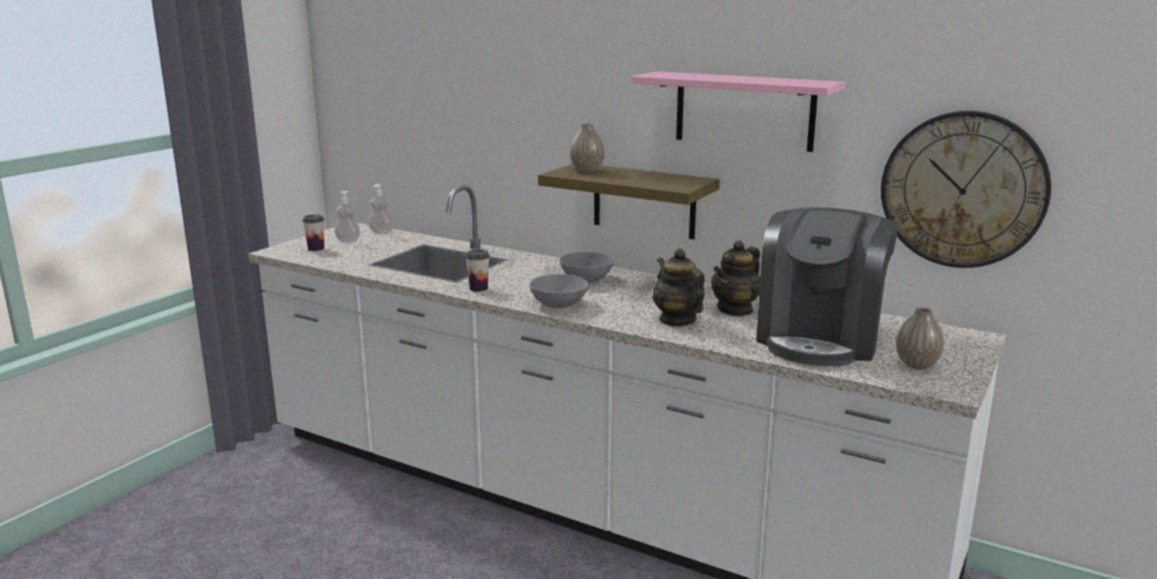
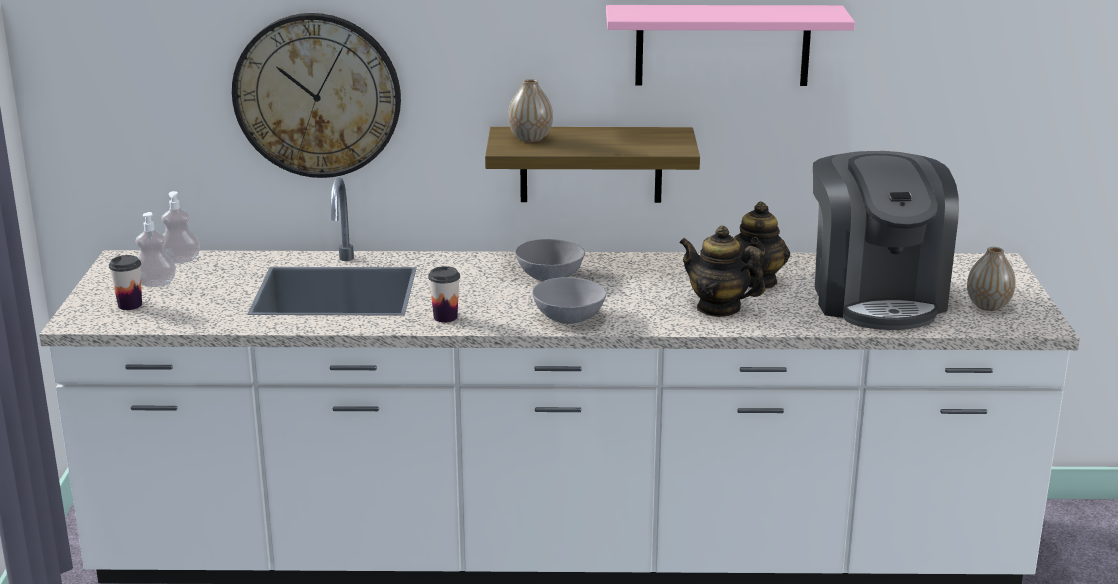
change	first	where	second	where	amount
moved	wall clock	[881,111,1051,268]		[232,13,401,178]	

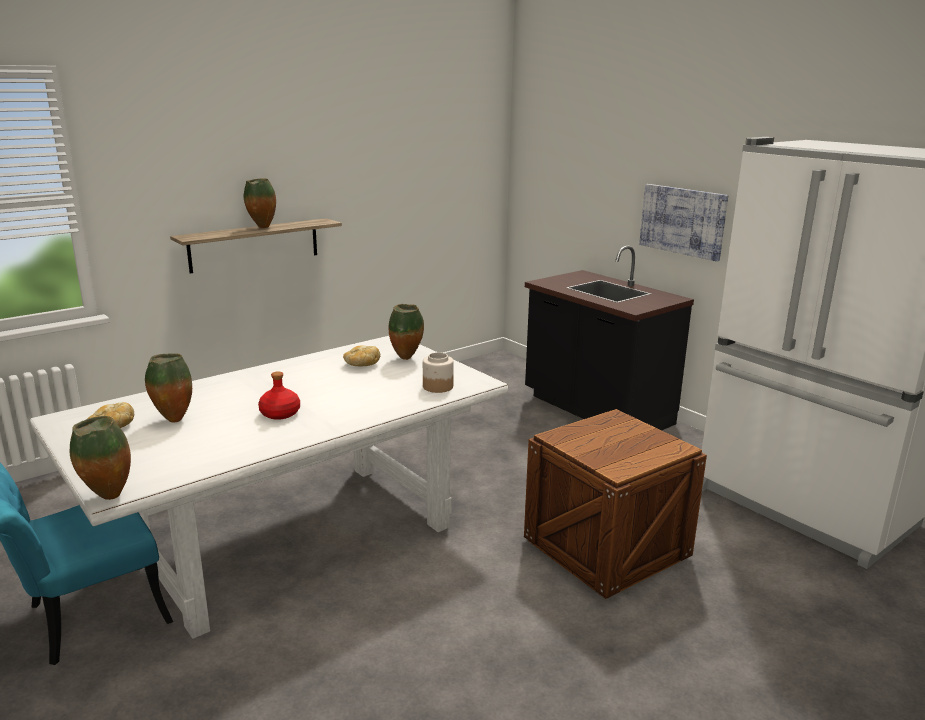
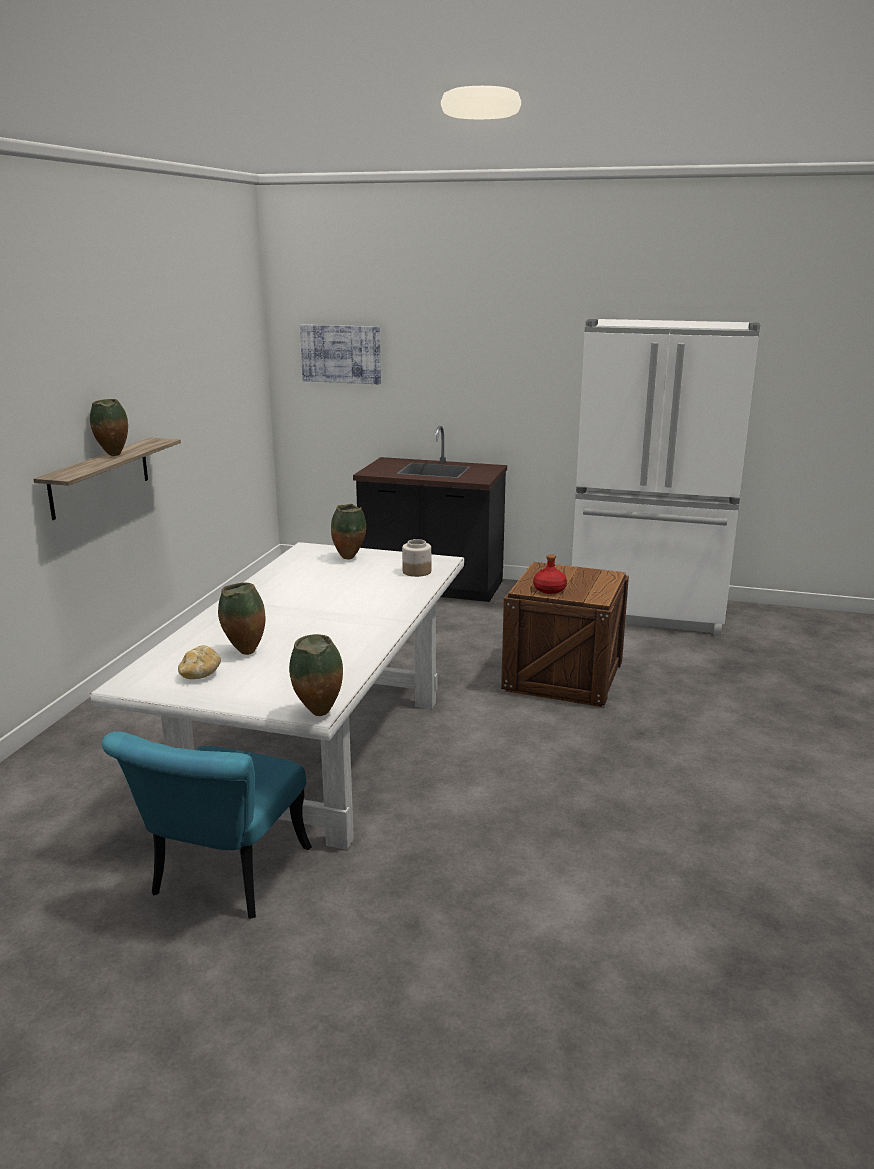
change	first	where	second	where	amount
moved	picture	[639,184,728,262]		[300,325,381,384]	
moved	bottle (red)	[258,371,300,420]		[533,554,567,594]	
removed	bread	[343,345,380,367]			

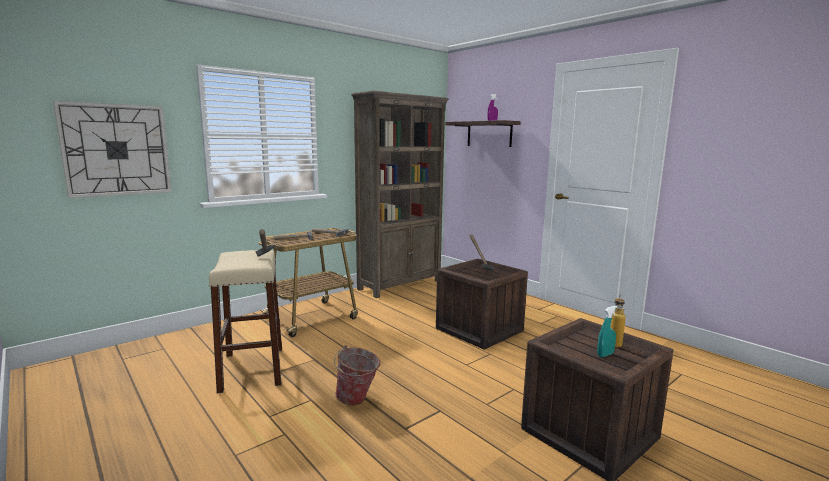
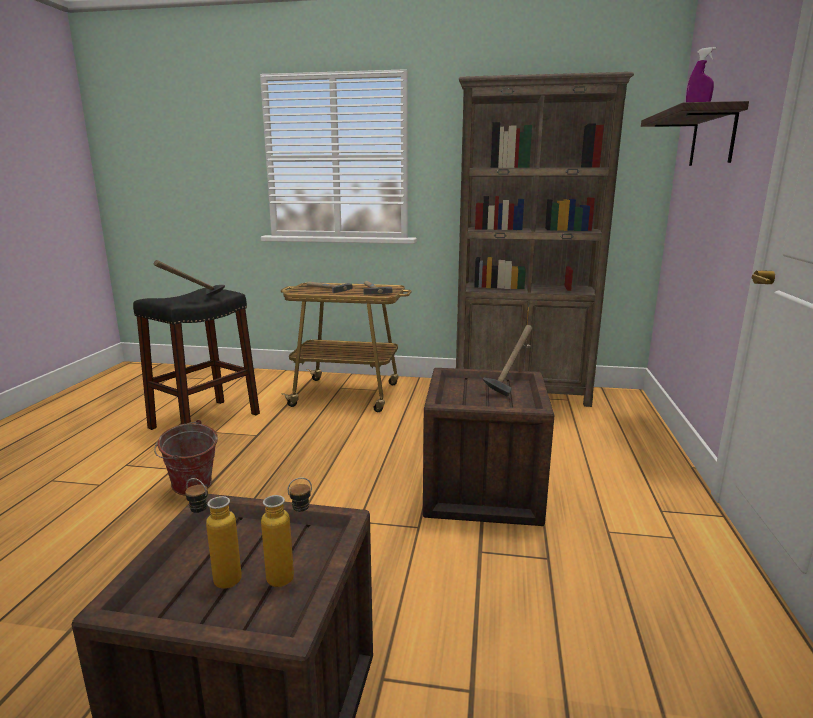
change	first	where	second	where	amount
recoloured	stool (beige)	[209,250,282,394]	stool (black)	[133,288,260,430]	
replaced	spray bottle (turquoise)	[597,306,617,357]	bottle	[185,478,242,589]	
removed	wall clock	[53,101,171,198]			

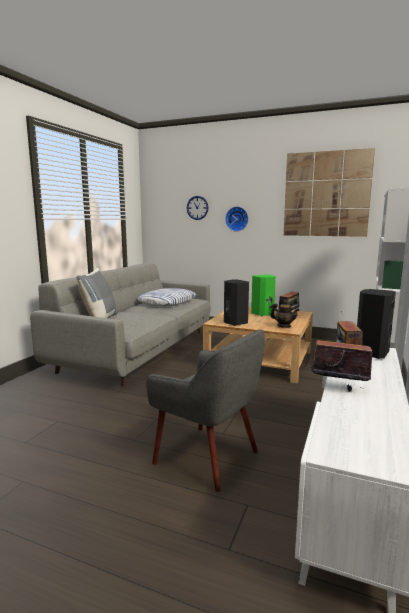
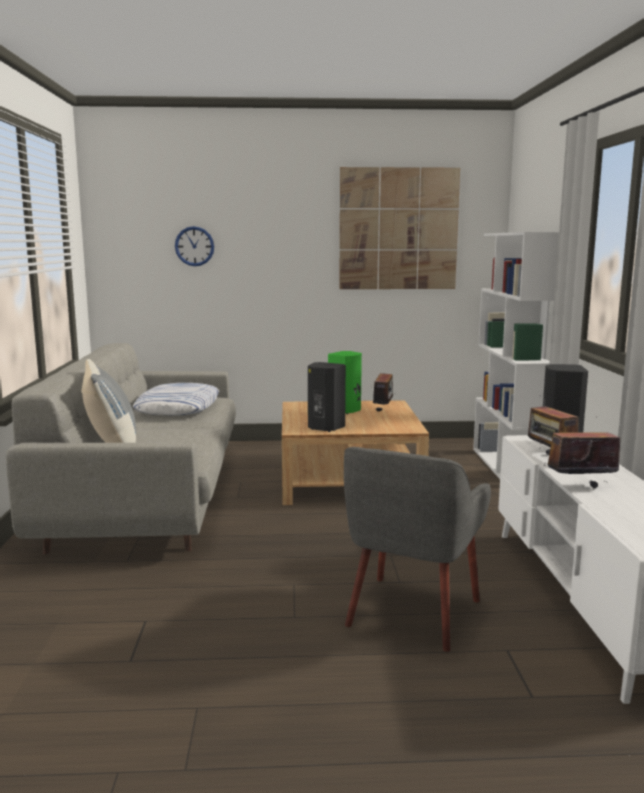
change	first	where	second	where	amount
turned	armchair (grey)	[146,330,265,492]		[344,447,491,652]	105 degrees clockwise
removed	wall clock	[225,206,248,232]			
removed	teapot	[270,300,299,328]			

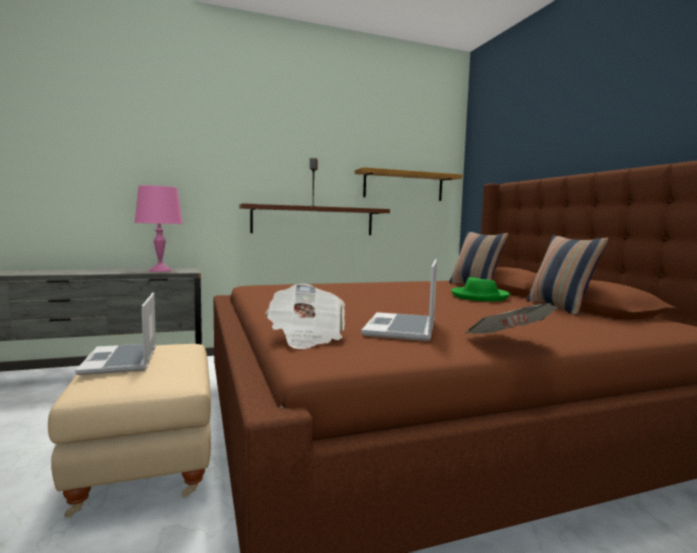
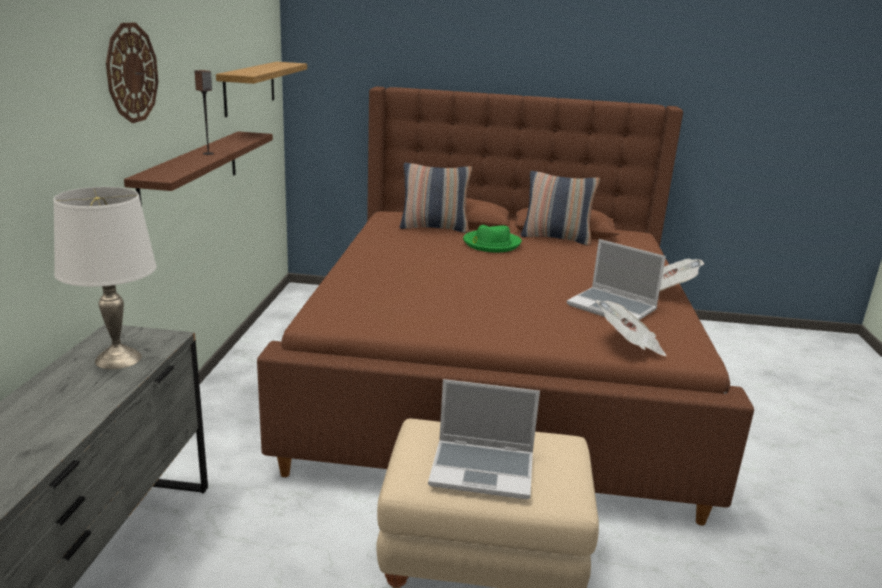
change	first	where	second	where	amount
recoloured	table lamp (pink)	[135,185,183,272]	table lamp (white)	[53,187,157,369]	
added			wall clock	[106,22,158,123]	

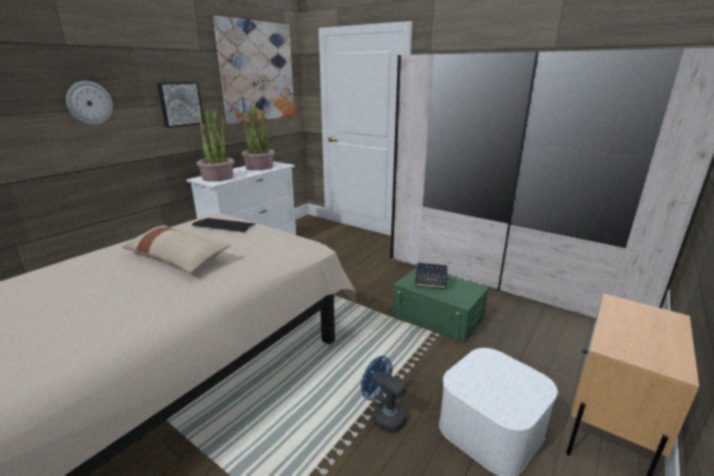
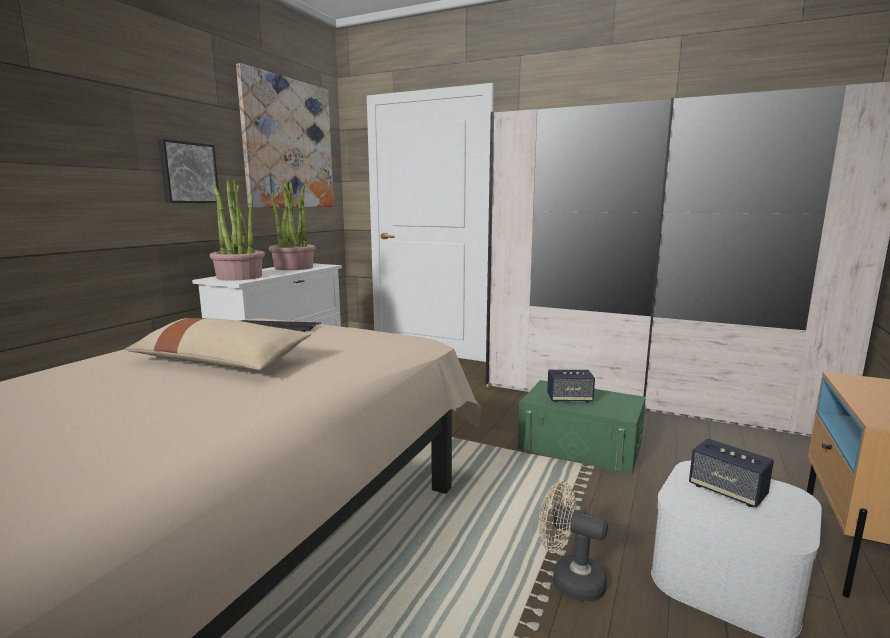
change	first	where	second	where	amount
recoloured	fan (blue)	[361,356,407,432]	fan (beige)	[538,481,608,602]	
added			speaker	[689,438,774,508]	
removed	wall clock	[66,81,113,125]			

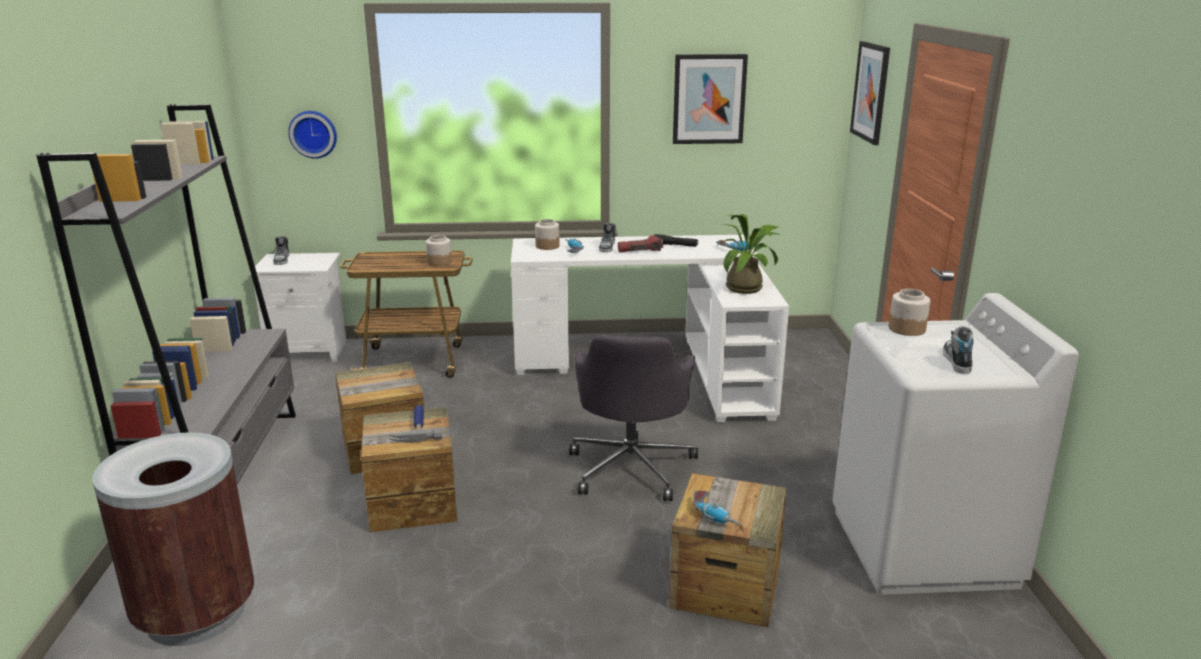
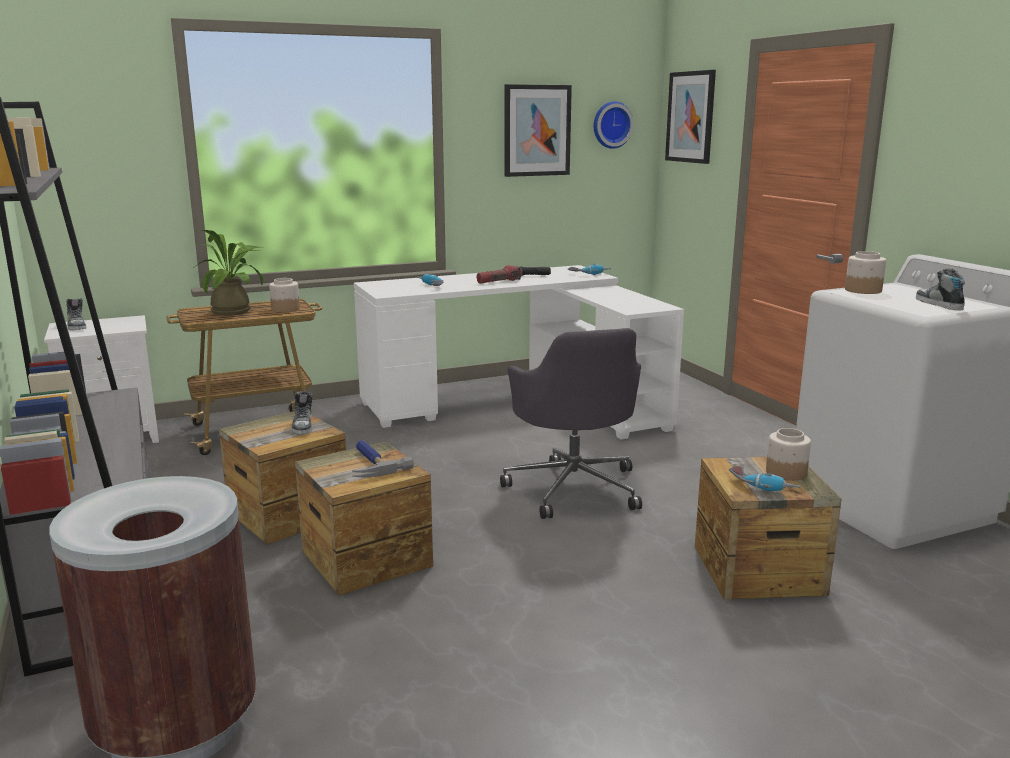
change	first	where	second	where	amount
moved	potted plant	[716,214,781,294]		[195,230,263,316]	
moved	shoe	[599,223,616,252]		[292,391,313,435]	
moved	wall clock	[288,111,337,159]		[594,101,634,149]	
moved	jar	[535,219,560,250]		[766,428,811,481]	

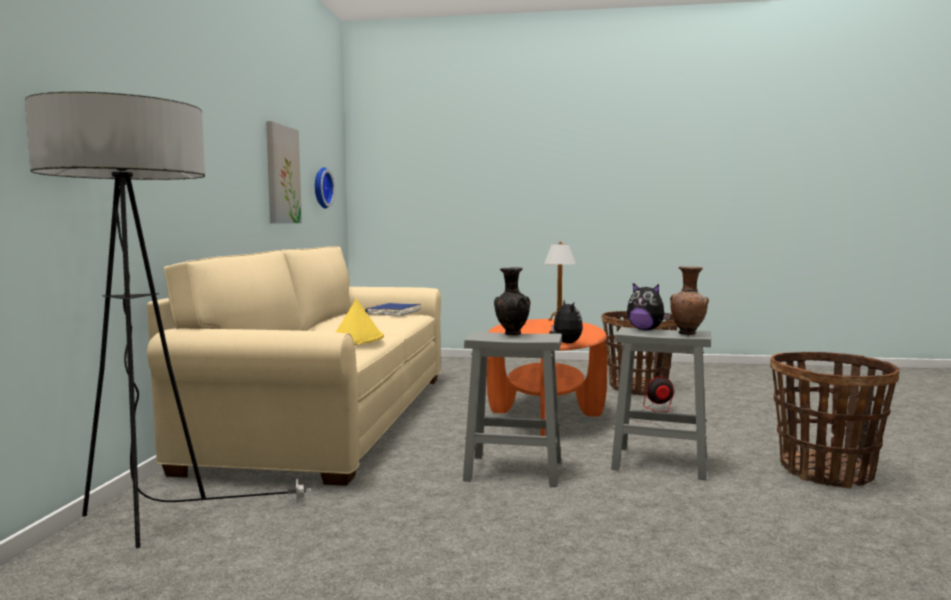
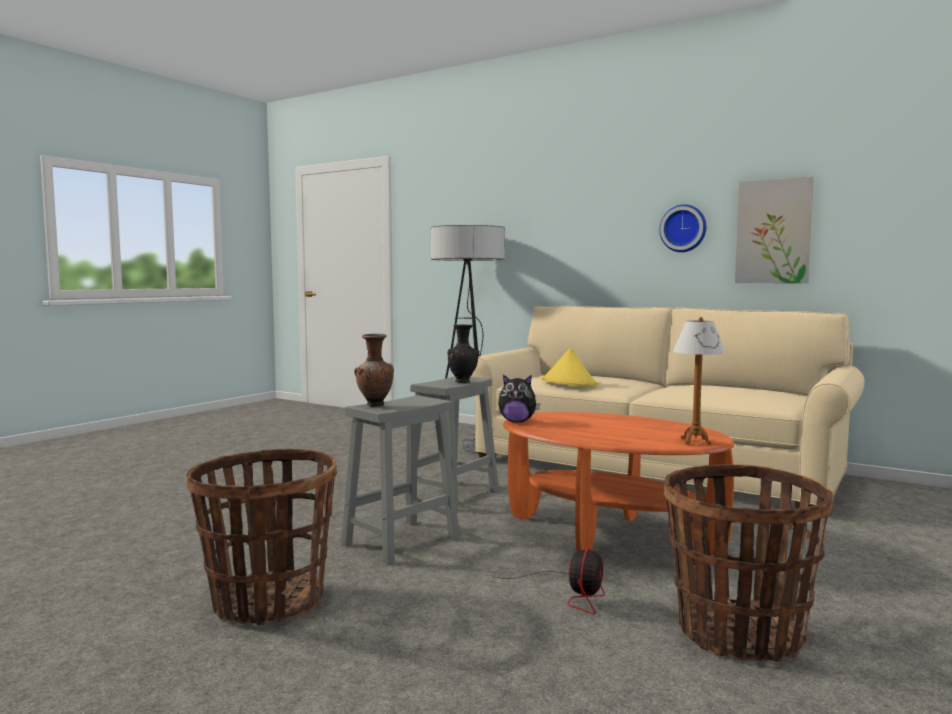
change	first	where	second	where	amount
moved	wall clock	[315,167,335,209]		[659,204,707,252]	
removed	book (blue)	[365,303,421,317]			
removed	plush toy	[627,283,671,330]			

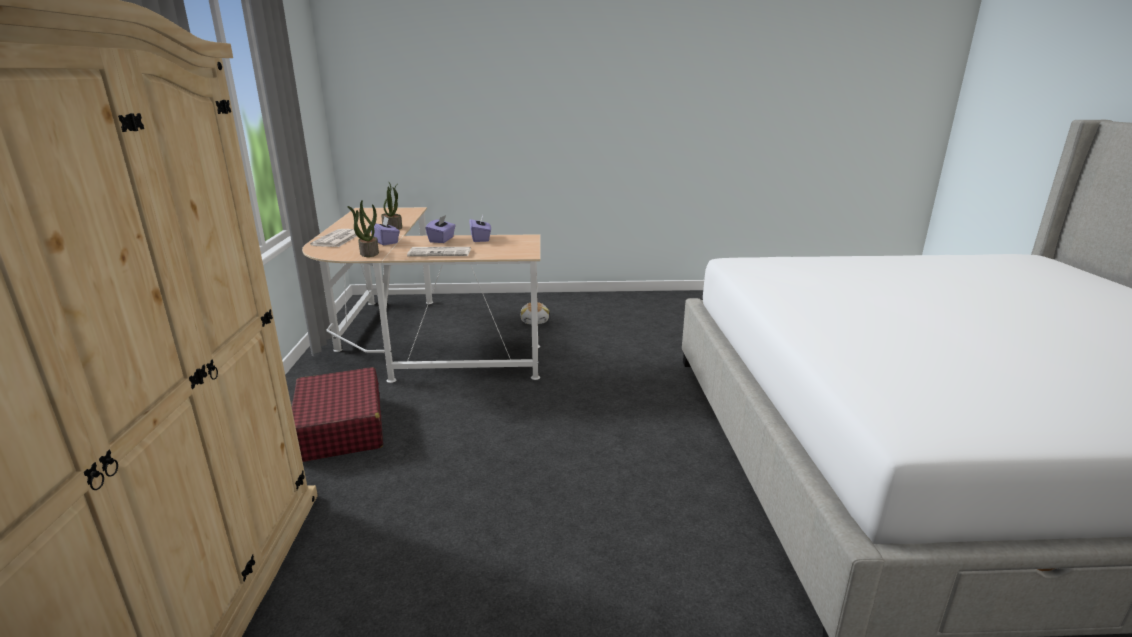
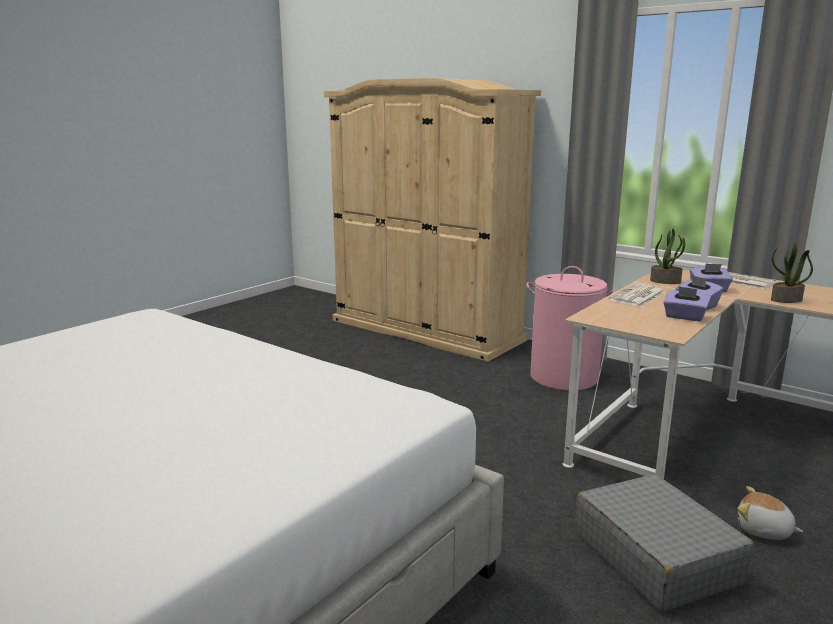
change	first	where	second	where	amount
replaced	suitcase (red)	[291,367,383,462]	laundry basket (pink)	[526,266,616,391]	
added			suitcase (grey)	[575,474,754,612]	

